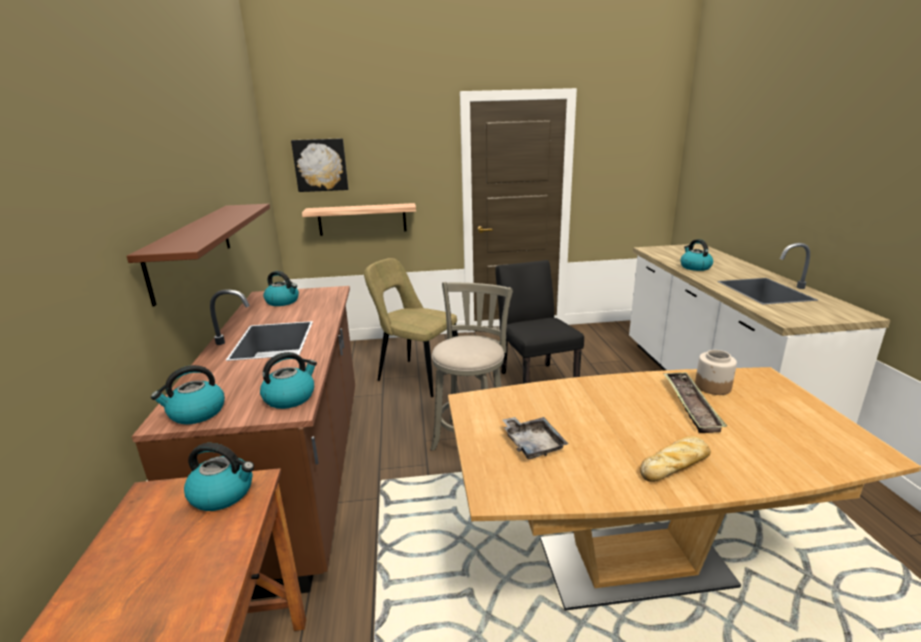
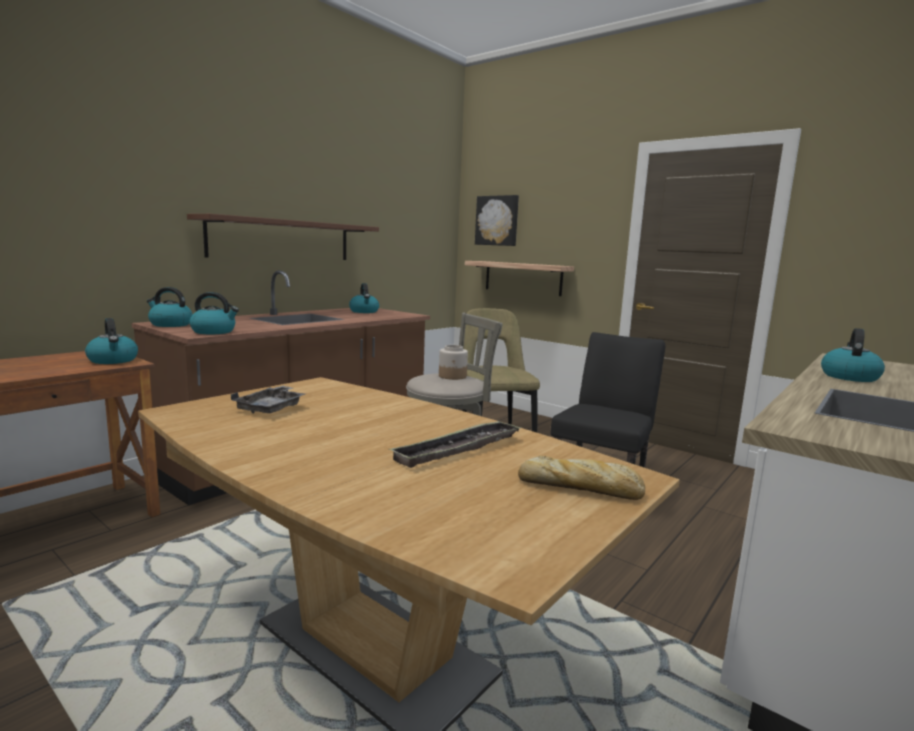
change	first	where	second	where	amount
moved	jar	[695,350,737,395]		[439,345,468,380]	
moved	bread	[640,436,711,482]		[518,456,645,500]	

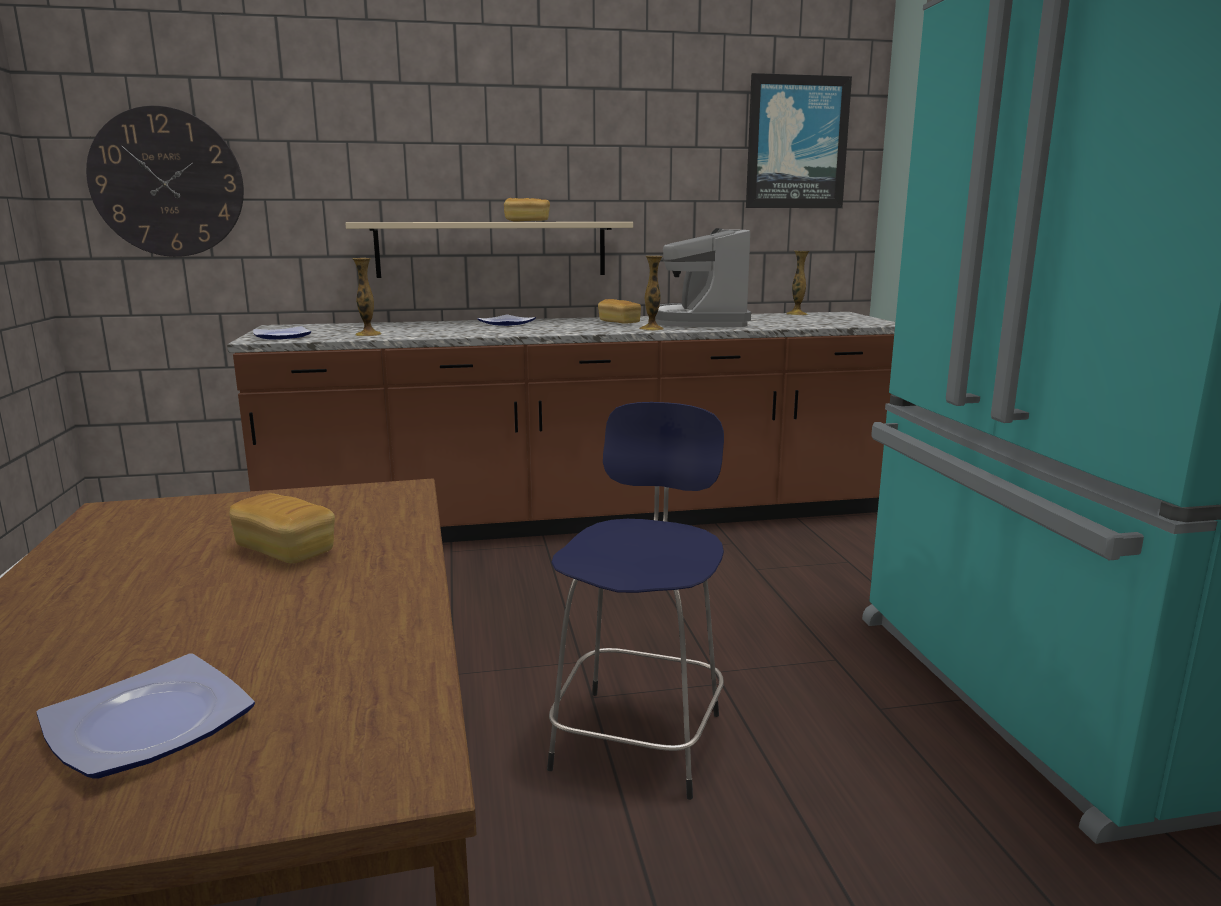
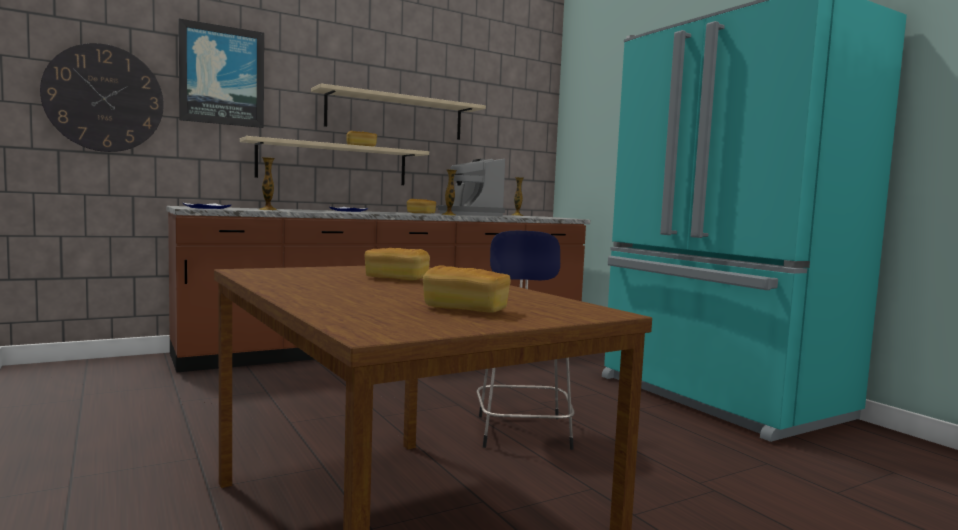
change	first	where	second	where	amount
moved	picture	[746,73,852,208]		[178,18,264,128]	
added			shelf (beige)	[311,84,486,140]	
replaced	plate	[36,654,255,779]	bread	[423,265,511,313]	

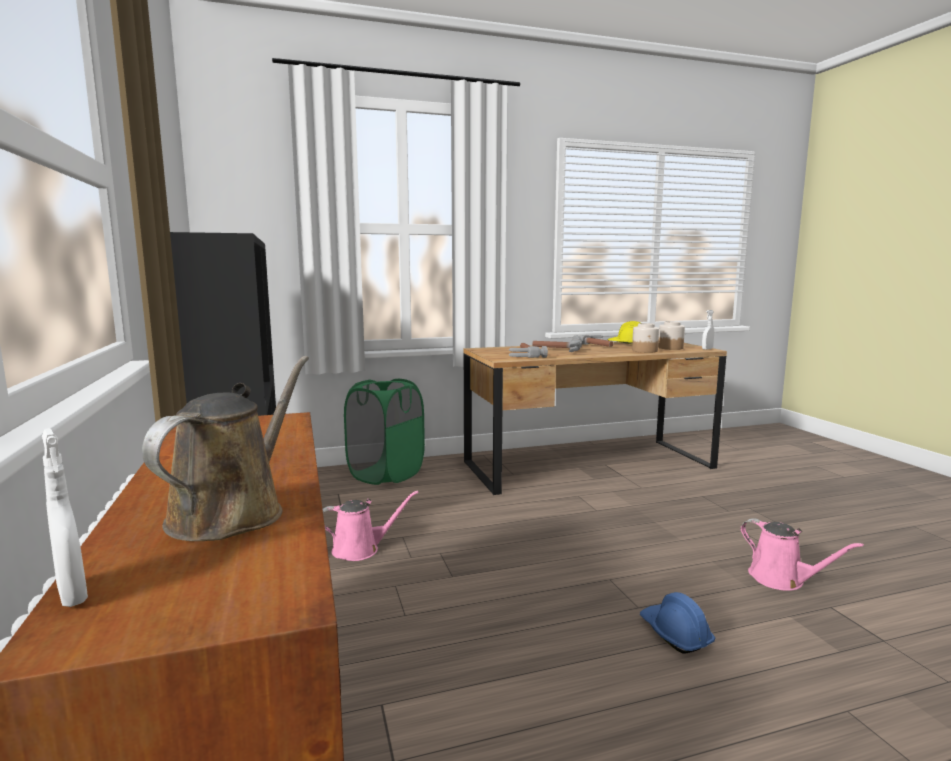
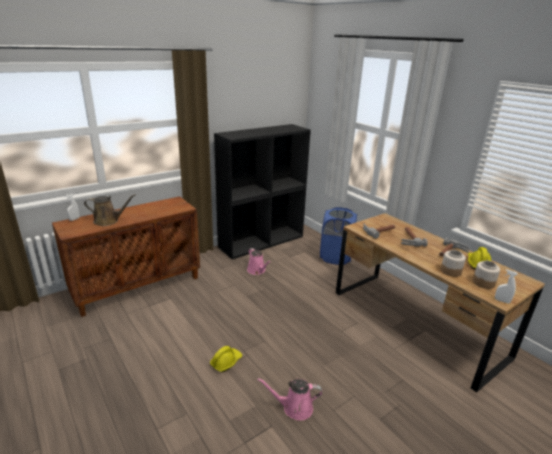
change	first	where	second	where	amount
recoloured	hard hat (blue)	[640,592,715,653]	hard hat (yellow)	[210,346,242,372]	
turned	watering can (pink)	[741,518,864,591]		[257,378,322,421]	60 degrees clockwise
recoloured	laundry basket (green)	[344,379,425,485]	laundry basket (blue)	[320,207,357,265]	

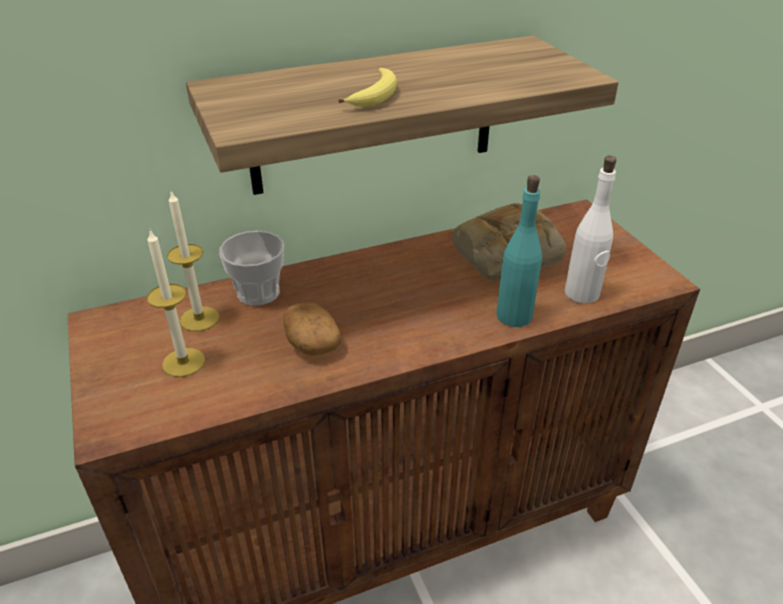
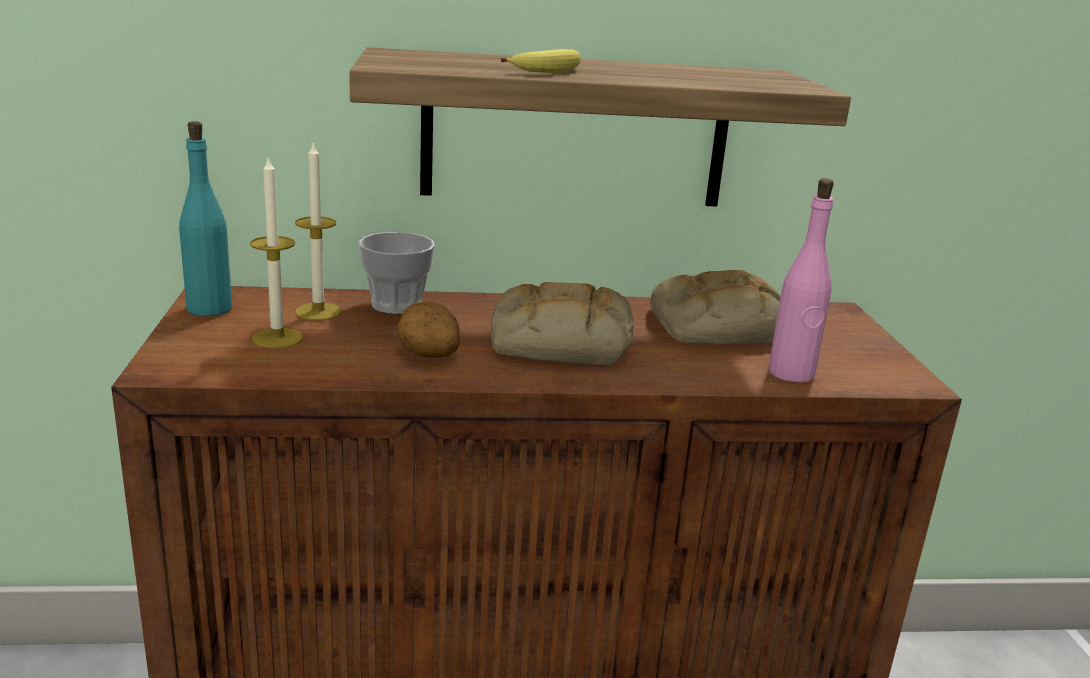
change	first	where	second	where	amount
moved	bottle (turquoise)	[496,175,542,327]		[179,121,232,316]	
added			bread	[491,282,634,365]	
recoloured	bottle (white)	[565,156,617,303]	bottle (pink)	[768,178,834,383]	

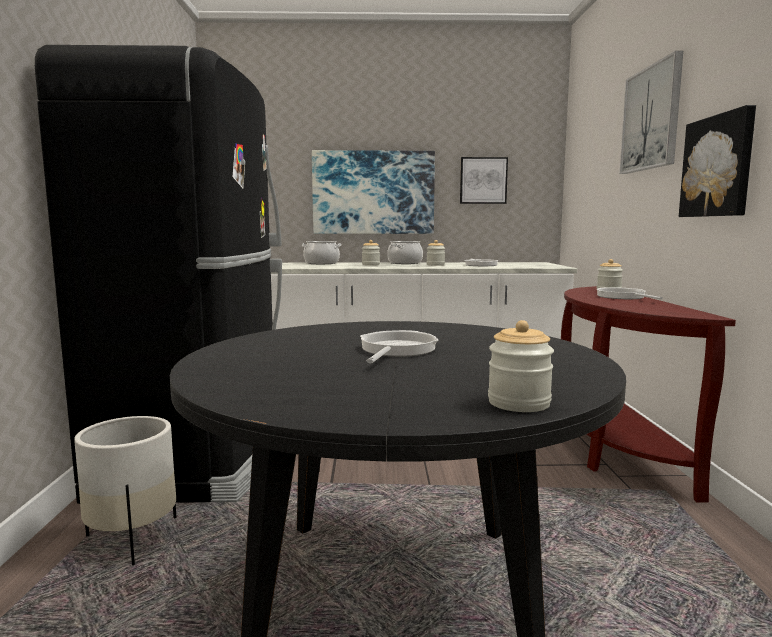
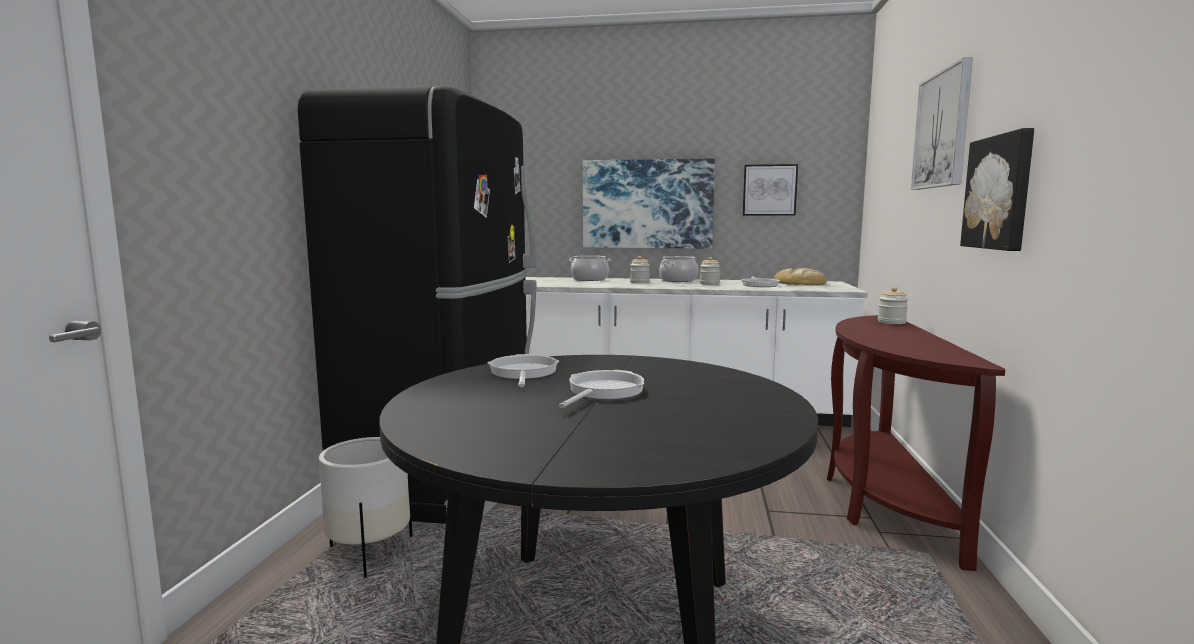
change	first	where	second	where	amount
moved	frying pan	[597,287,663,300]		[488,354,559,387]	
added			bread	[774,268,827,285]	
removed	jar	[488,320,554,412]			

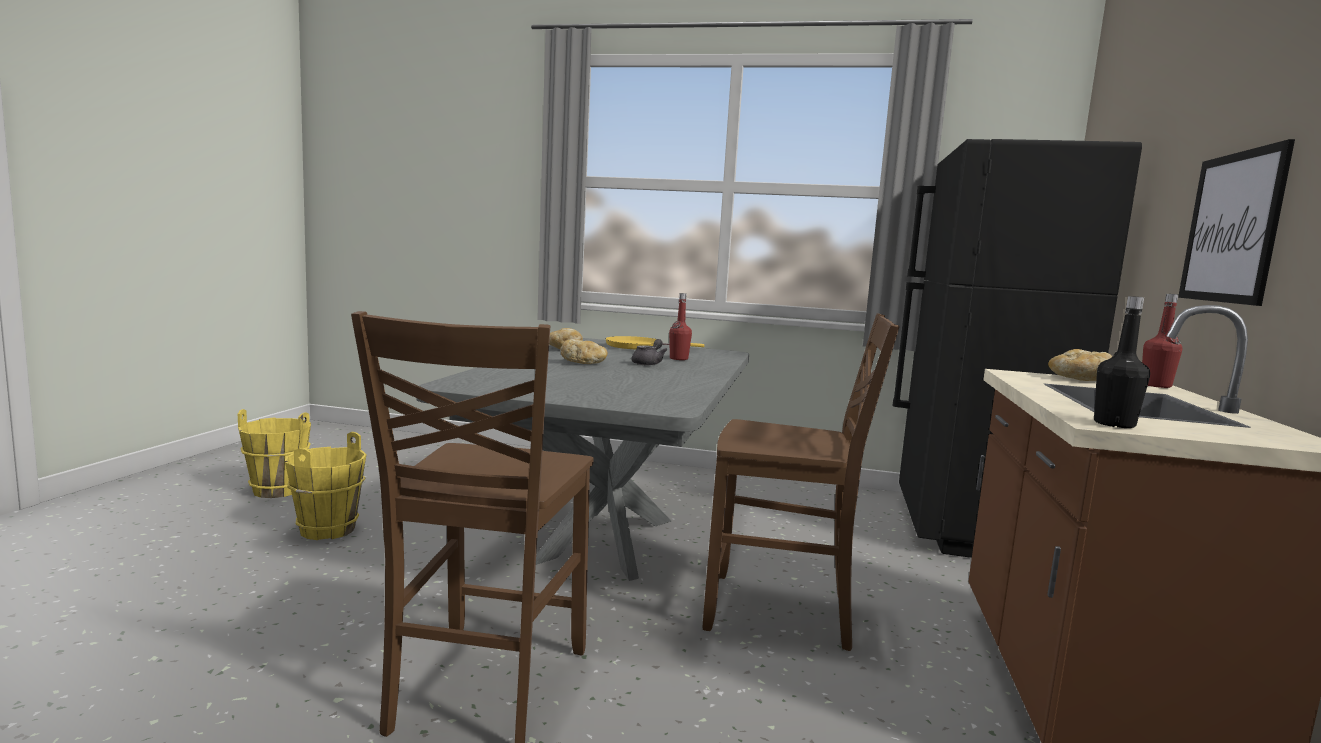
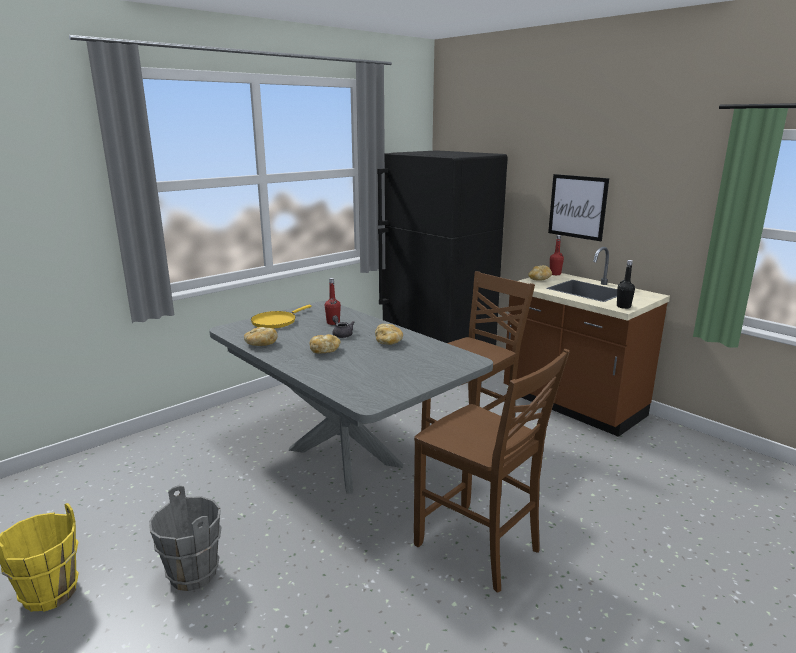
change	first	where	second	where	amount
recoloured	bucket (yellow)	[285,432,367,540]	bucket (grey)	[149,486,222,591]	
added			bread	[375,324,403,345]	

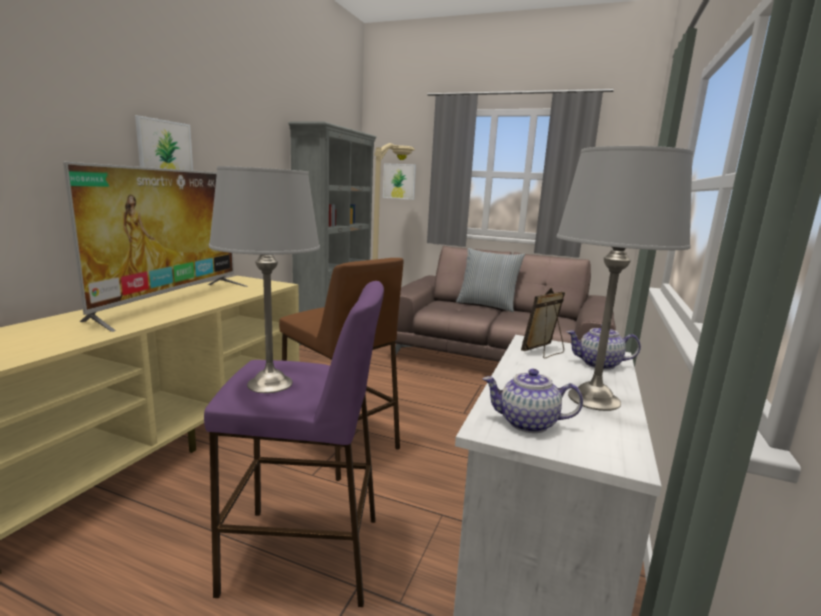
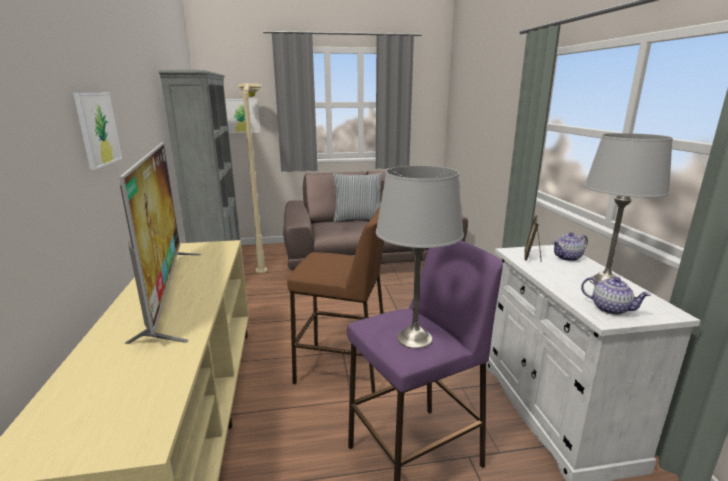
change	first	where	second	where	amount
turned	teapot	[483,369,583,433]		[581,277,651,315]	120 degrees counterclockwise

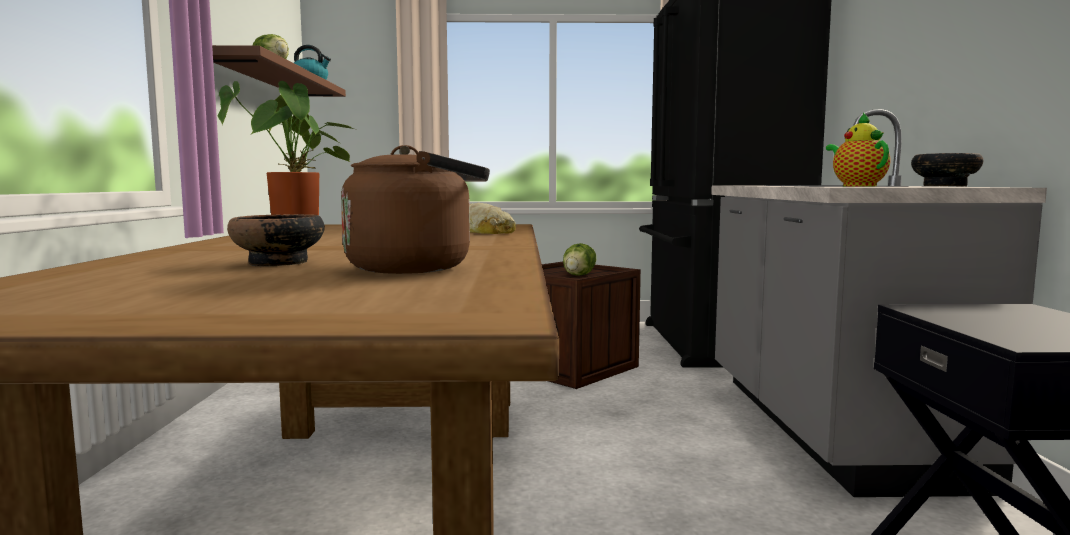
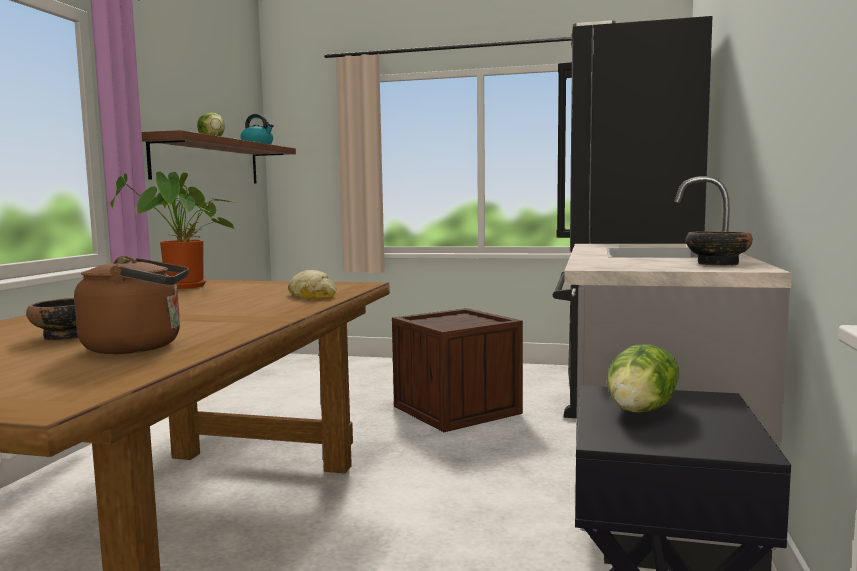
change	first	where	second	where	amount
moved	lettuce	[563,243,596,276]		[607,344,679,413]	
removed	teapot	[826,112,890,187]			

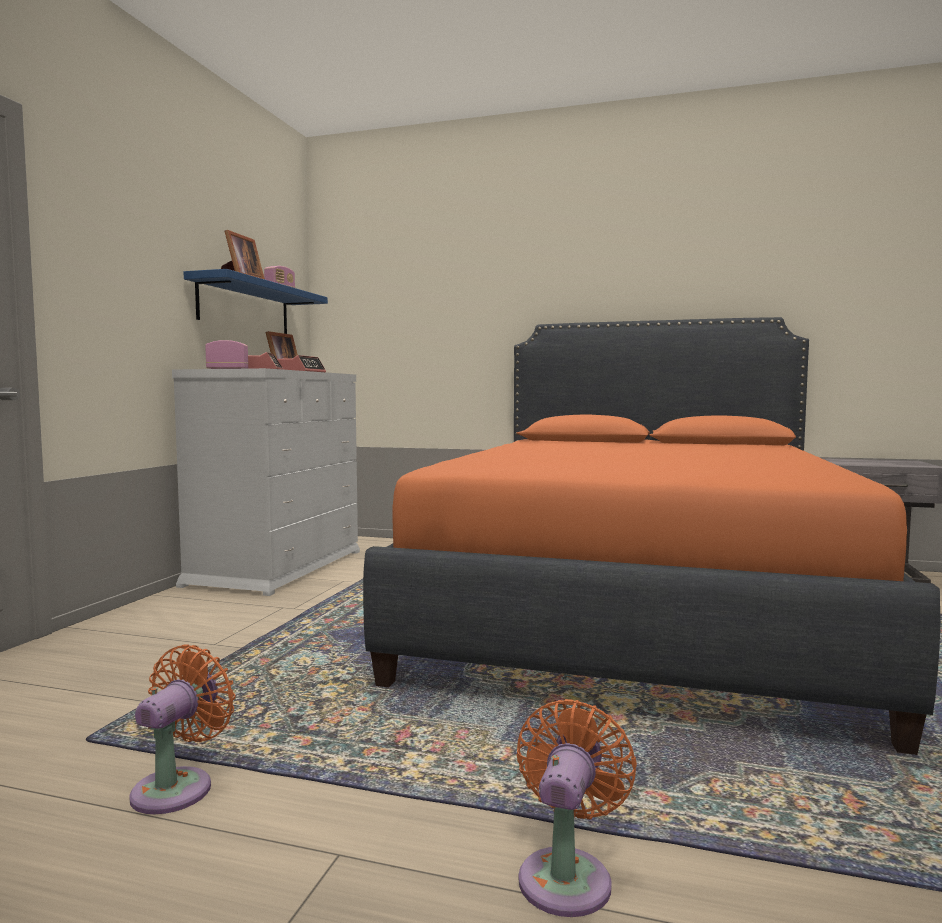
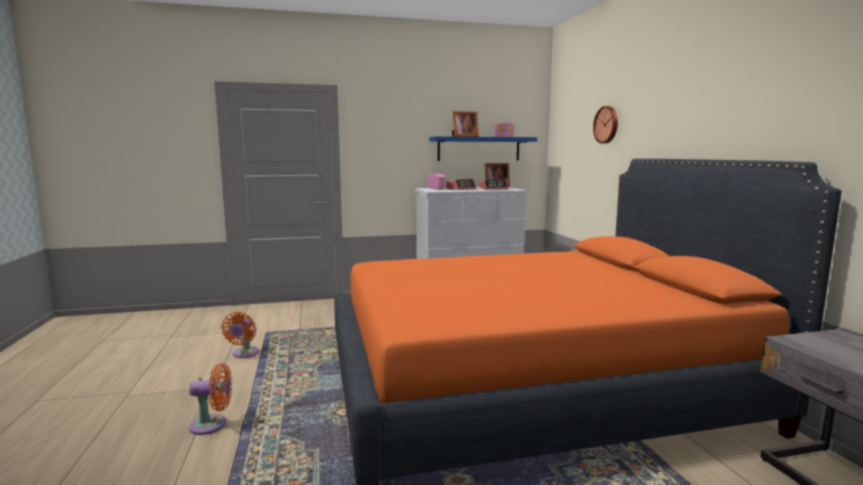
change	first	where	second	where	amount
turned	fan (orange)	[129,644,236,814]		[222,312,259,358]	105 degrees clockwise
added			wall clock	[593,106,618,144]	

